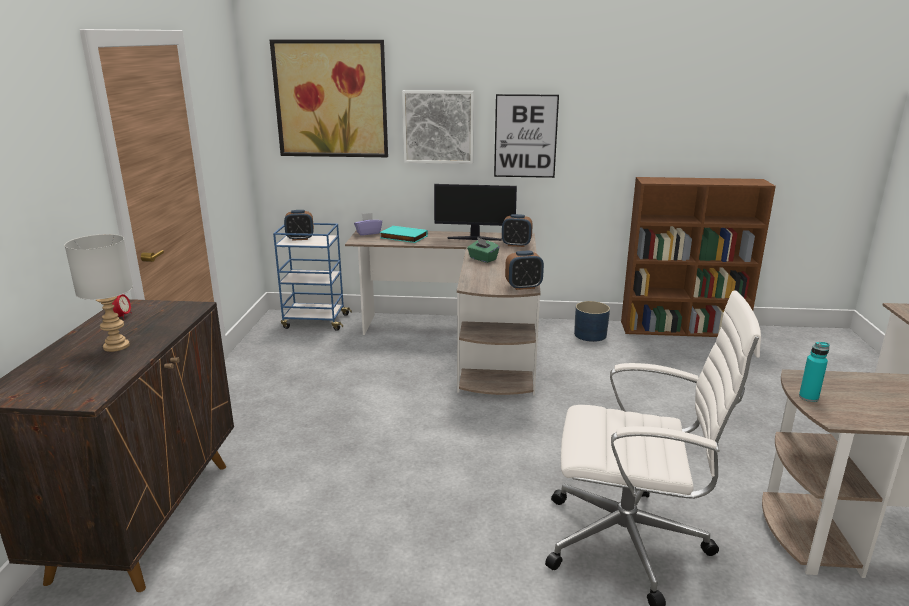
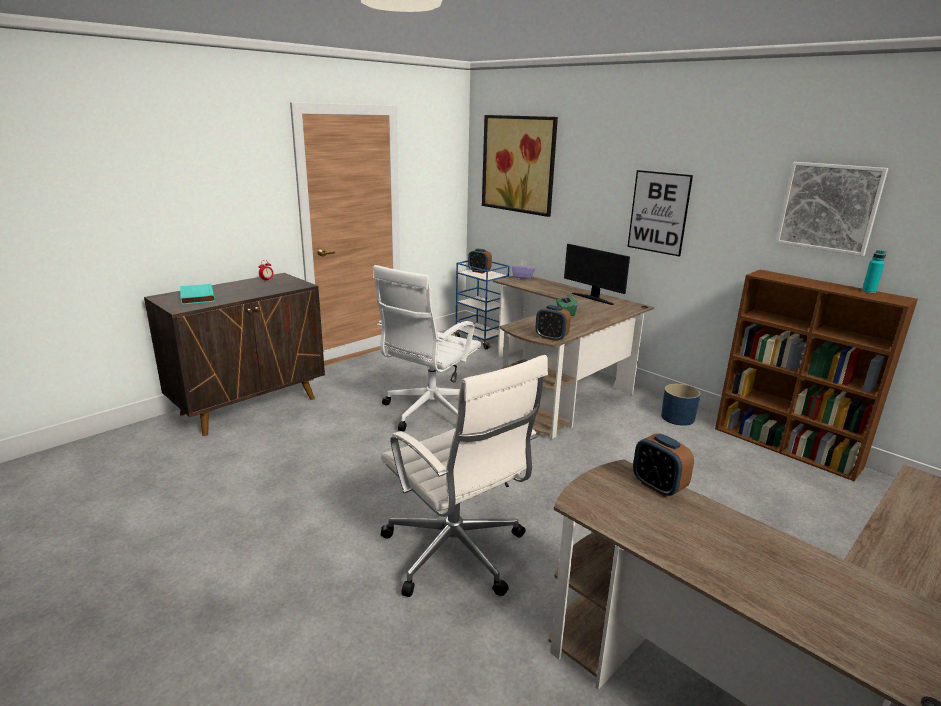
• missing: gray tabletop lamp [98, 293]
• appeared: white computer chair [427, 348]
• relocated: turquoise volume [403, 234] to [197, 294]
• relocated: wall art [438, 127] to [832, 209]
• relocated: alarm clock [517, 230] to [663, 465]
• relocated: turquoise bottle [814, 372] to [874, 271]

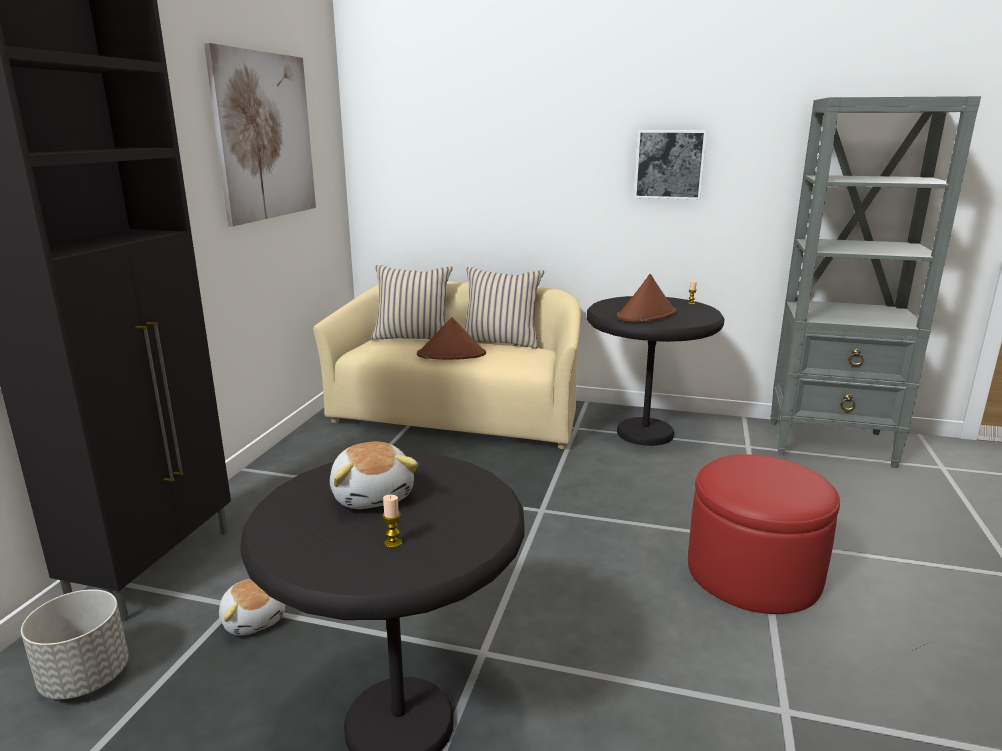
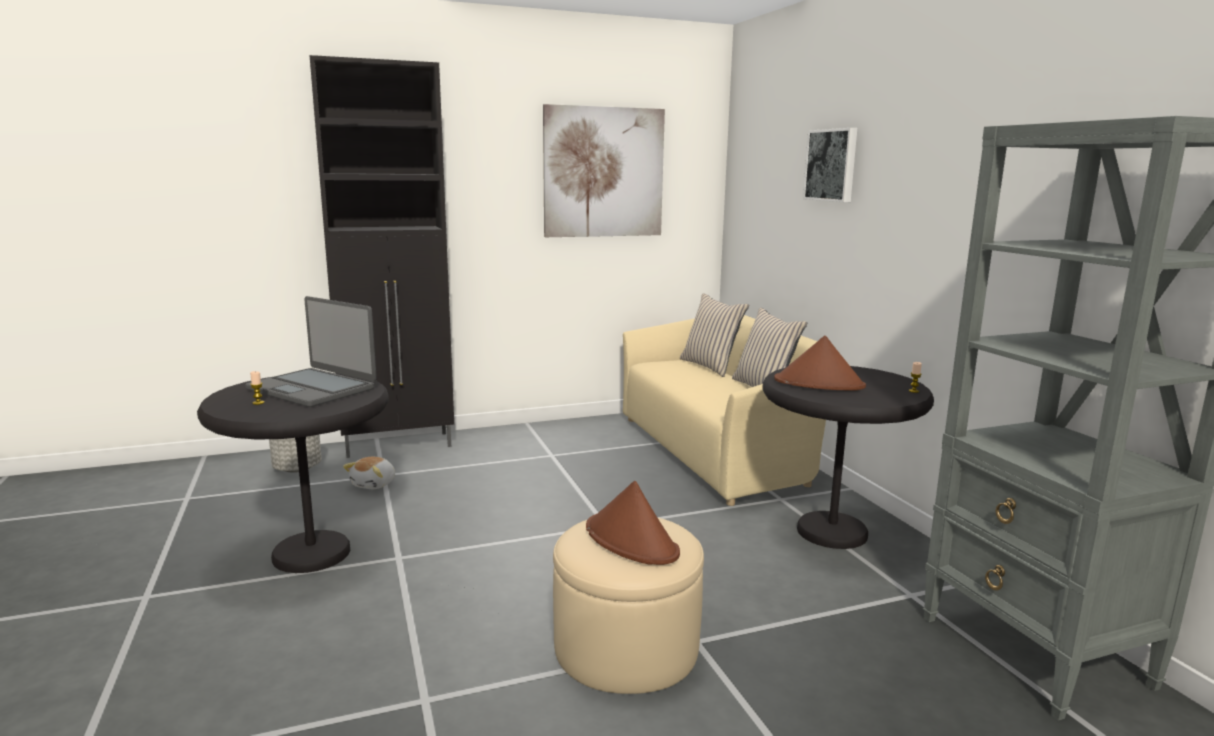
• relocated: brown-coloured wearable hat [451, 338] to [633, 523]
• relocated: wall art [670, 165] to [830, 165]
• exchanged: soft toy [374, 475] to portable computer [311, 351]
• colour: red-coloured footrest [764, 534] to beige-coloured footrest [628, 605]

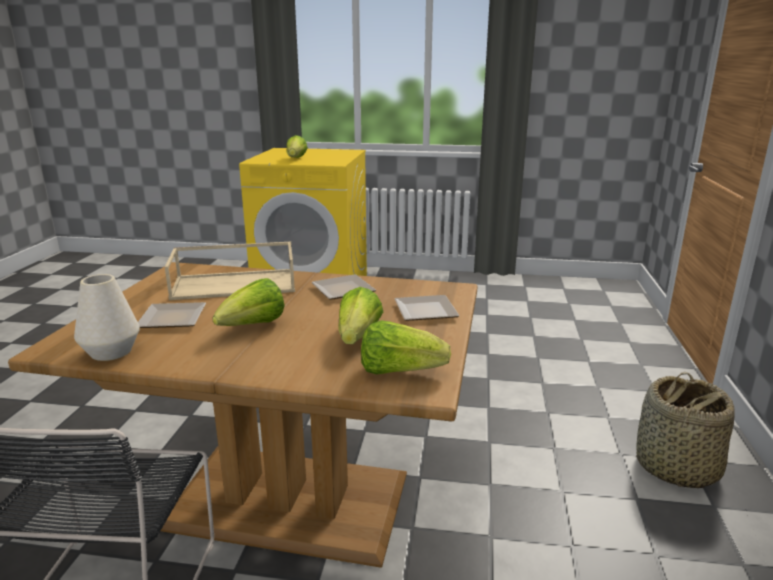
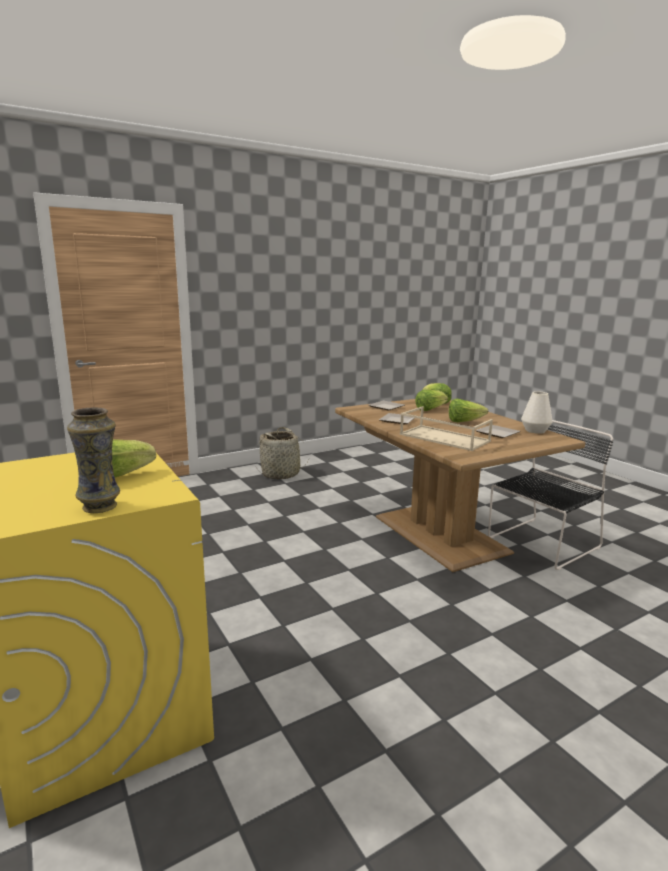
• appeared: flower vase [93, 460]

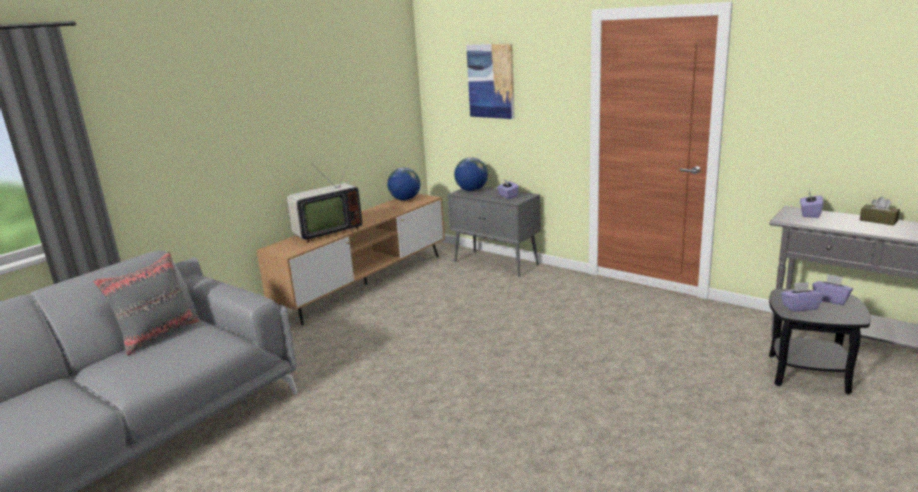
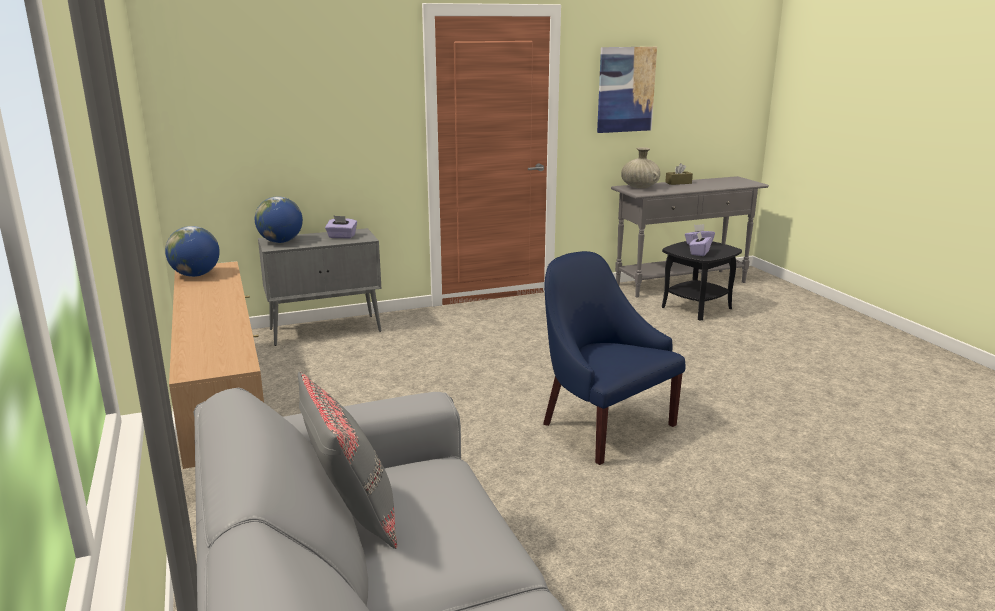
• missing: TV set [324, 198]
• appeared: blue lounge chair [614, 358]
• relocated: wall art [490, 81] to [627, 90]
• exchanged: purple tissue box [811, 204] to beige-coloured flower vase [640, 168]

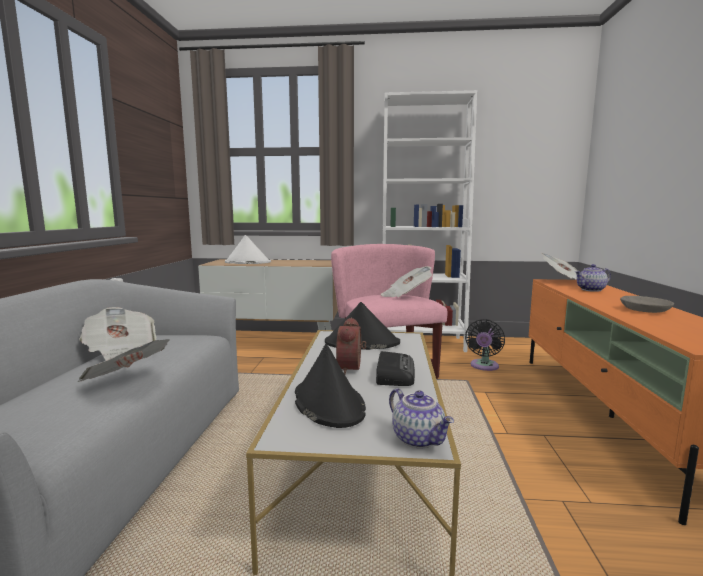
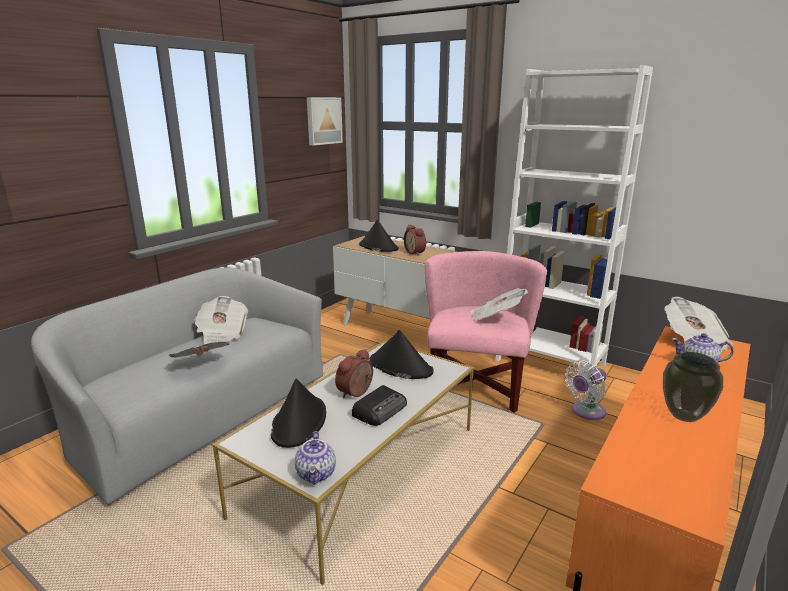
• appeared: wall art [325, 121]
• appeared: alarm clock [415, 240]
• exchanged: gray bowl [647, 304] to flower vase [693, 387]
• colour: white wearable hat [248, 249] to blackish wearable hat [379, 236]
• colour: blackish cooling fan [485, 345] to white cooling fan [585, 390]

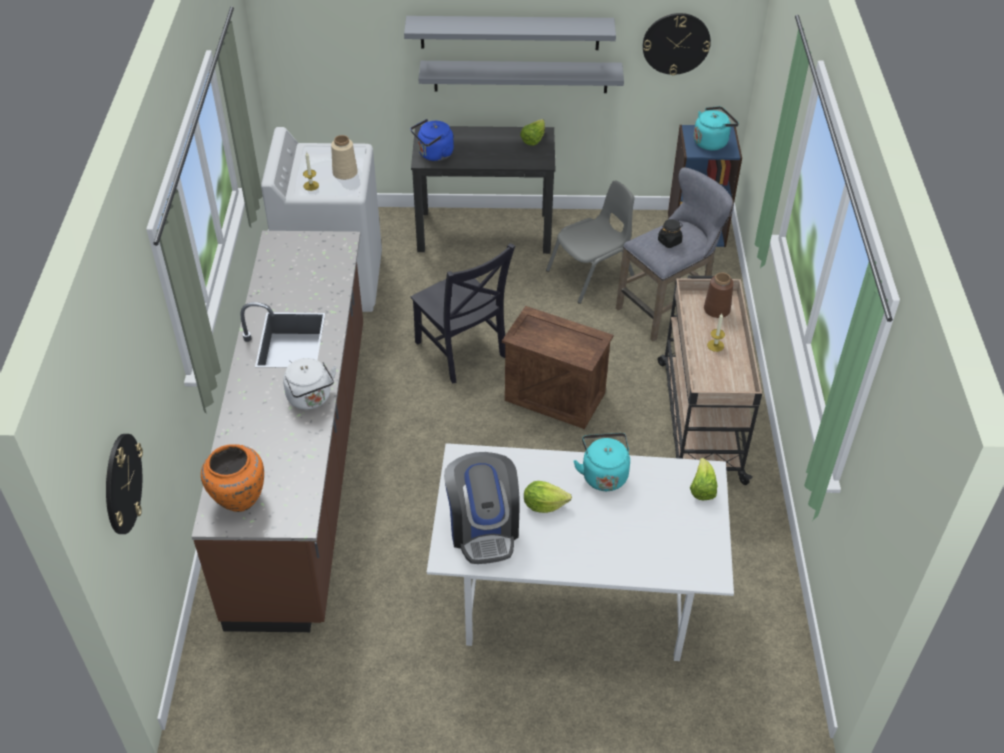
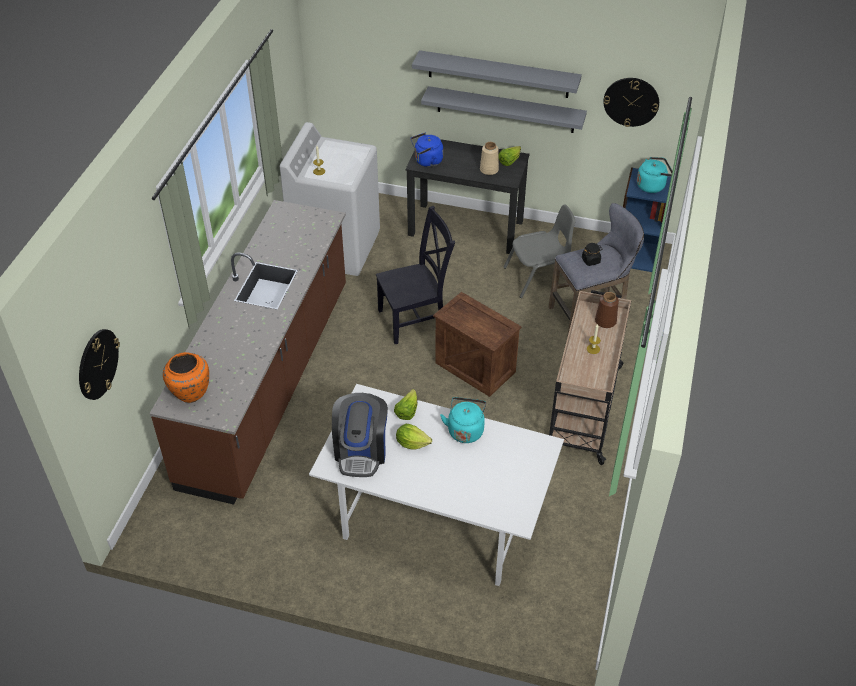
• missing: white water kettle [309, 384]
• relocated: beige-coloured flower vase [344, 157] to [489, 158]
• relocated: lettuce [703, 479] to [405, 404]
• spun: blackish plain chair [463, 313] = [415, 275] 90 degrees counterclockwise

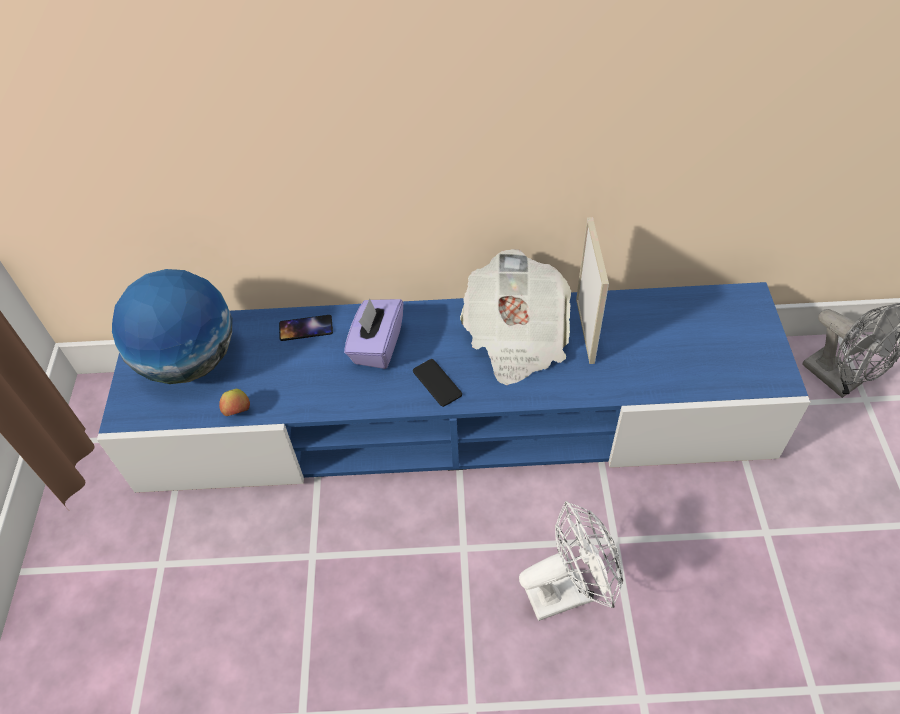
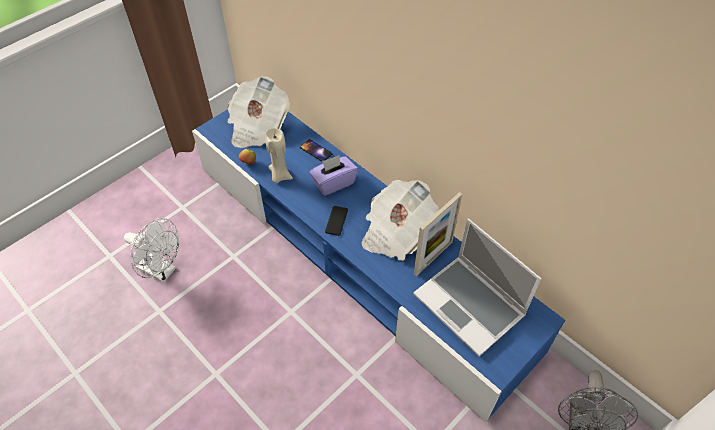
• appeared: beige-coloured wax candle [279, 155]
• appeared: portable computer [477, 287]
• relocated: white cooling fan [571, 561] to [151, 250]
• exchanged: desk globe [172, 326] to printed paper [258, 112]

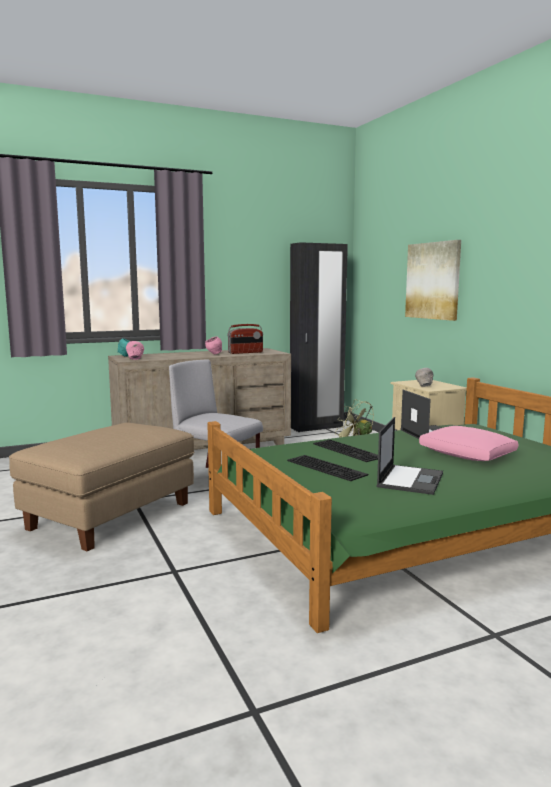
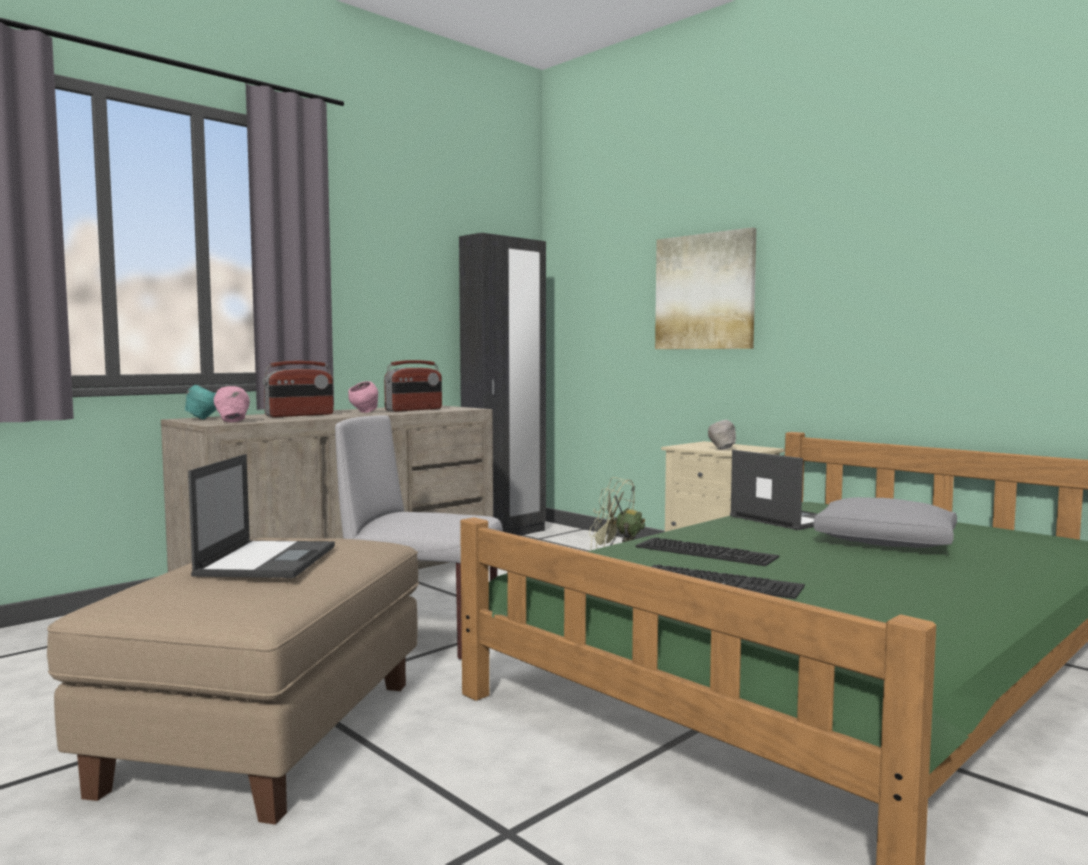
• appeared: radio receiver [298, 389]
• relocated: portable computer [410, 456] to [261, 516]
• colour: pinkish cushion [468, 443] to gray cushion [885, 522]

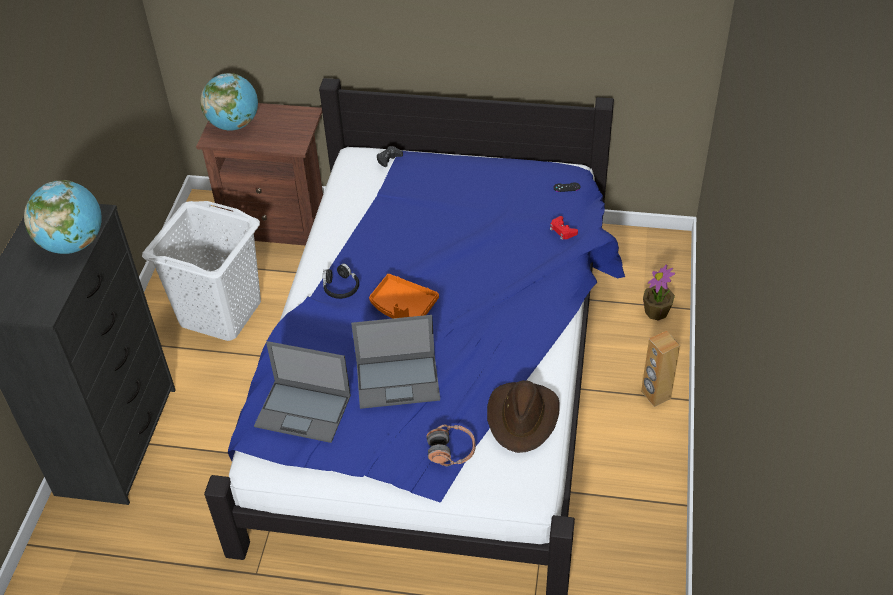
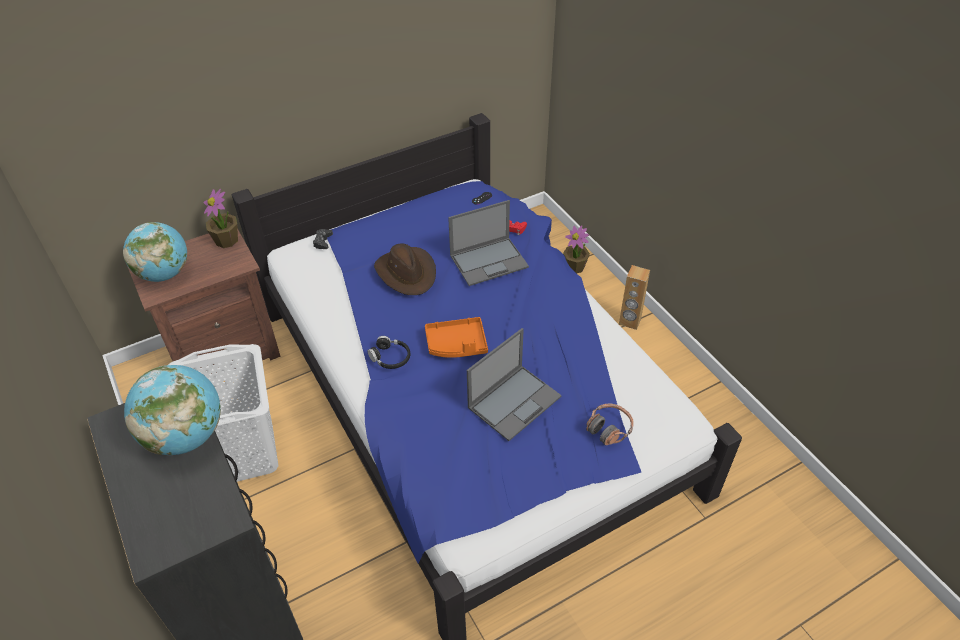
• appeared: plant in a pot [221, 218]
• relocated: portable computer [302, 392] to [488, 243]
• relocated: brown-coloured wearable hat [523, 416] to [405, 269]

